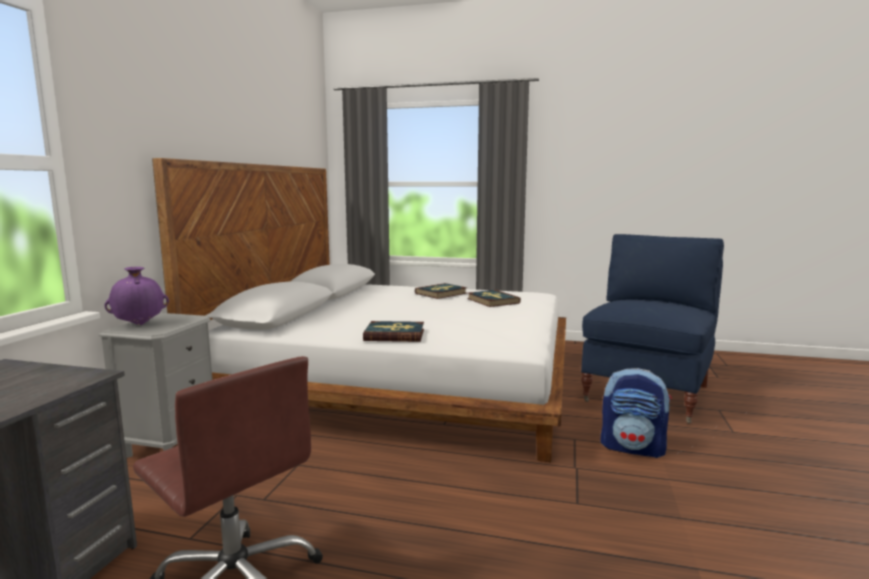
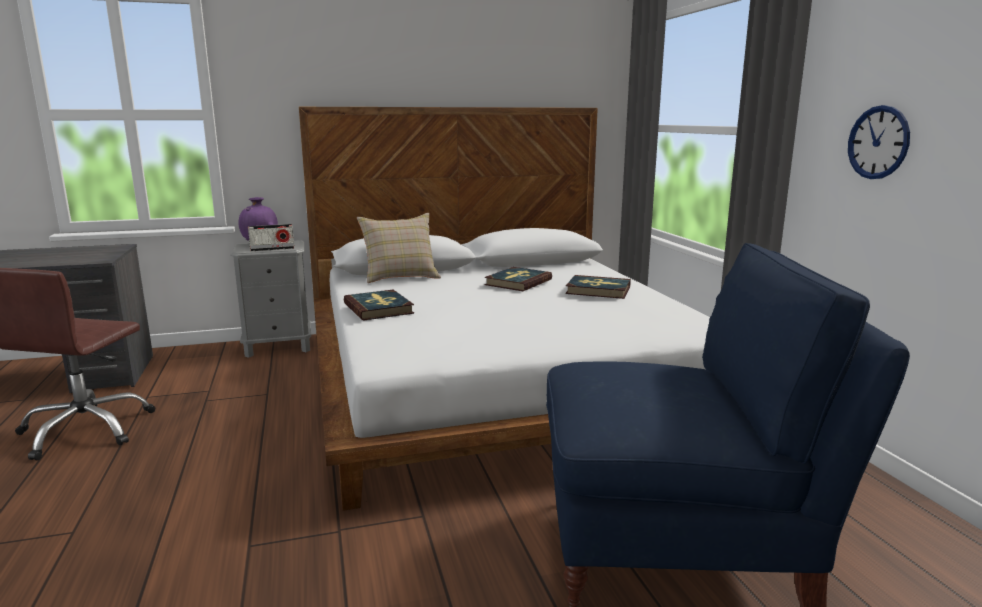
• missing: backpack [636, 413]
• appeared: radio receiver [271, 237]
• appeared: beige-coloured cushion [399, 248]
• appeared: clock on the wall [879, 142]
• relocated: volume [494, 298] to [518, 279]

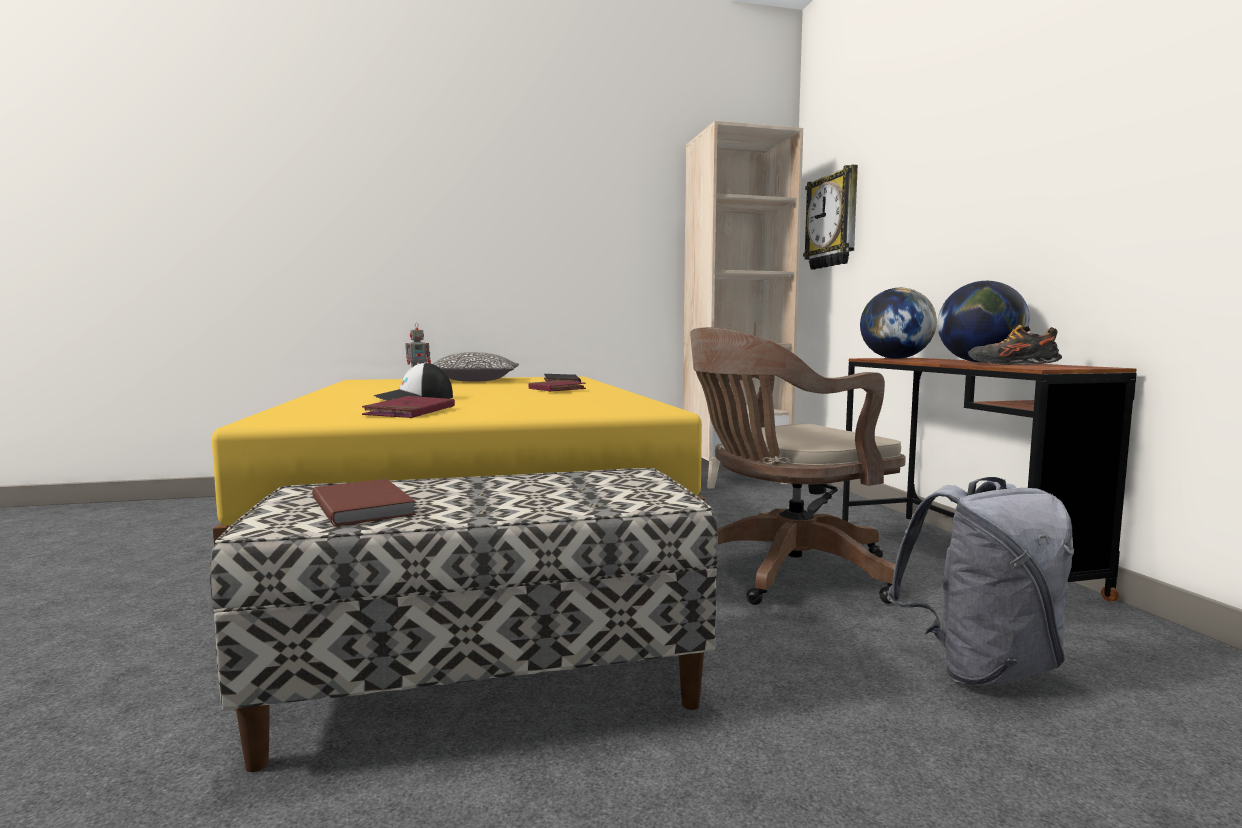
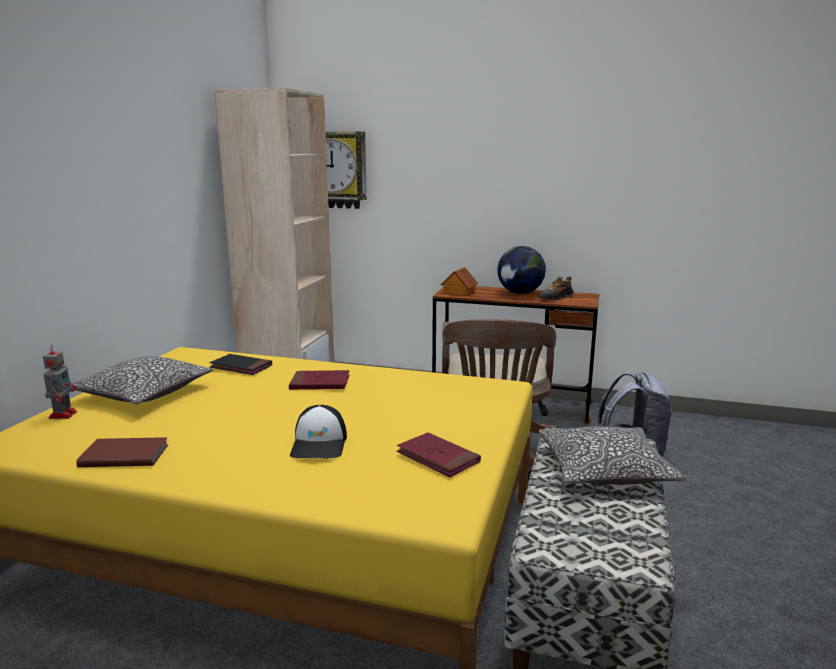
• appeared: cushion [612, 455]
• relocated: brown-coloured volume [364, 502] to [122, 452]
• exchanged: desk globe [898, 323] to toy house [459, 281]

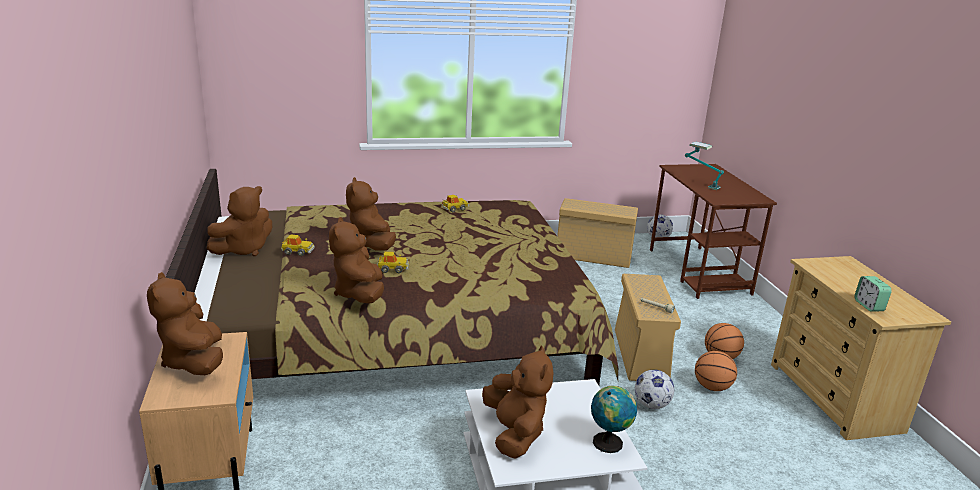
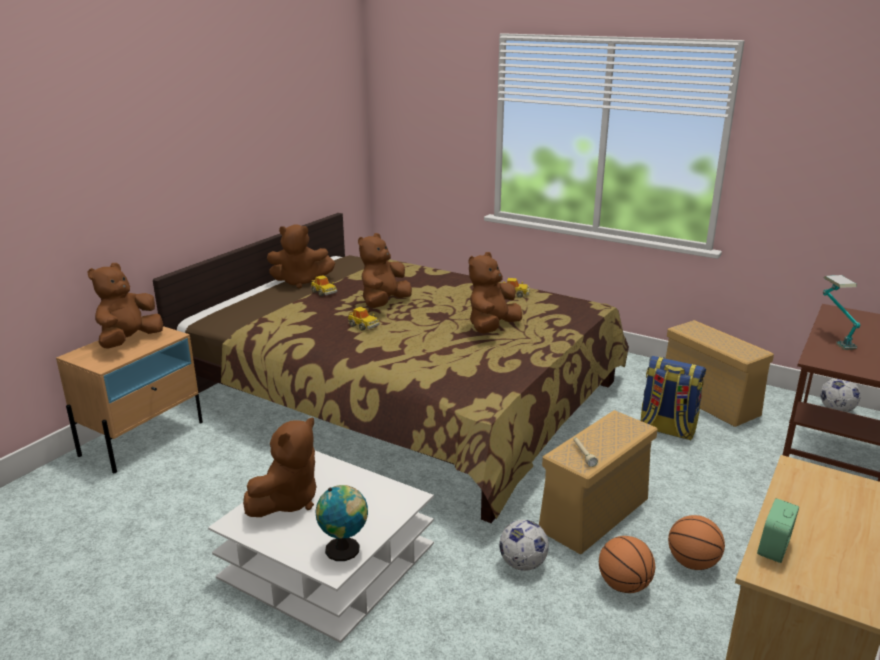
• appeared: backpack [673, 398]
• relocated: brown-coloured soft toy [356, 260] to [495, 293]

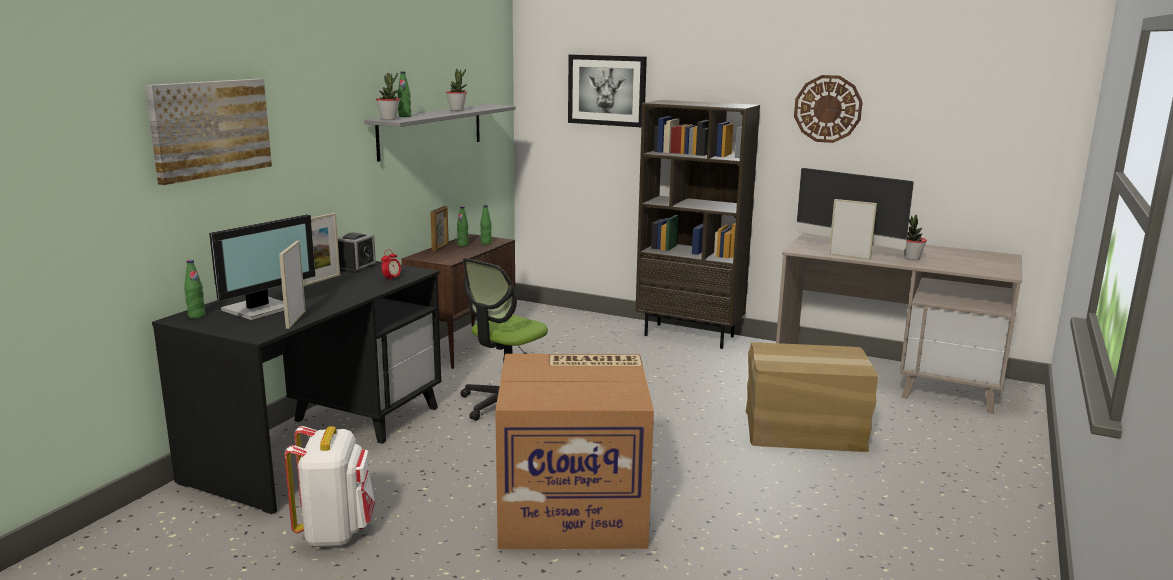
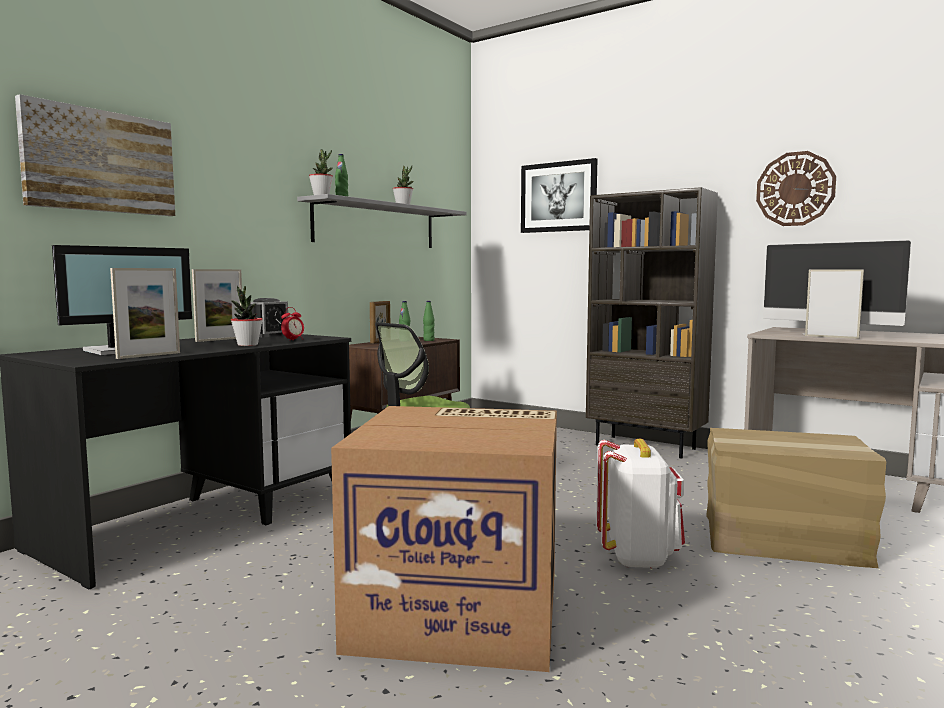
• missing: green bottle [195, 289]
• relocated: white backpack [329, 486] to [640, 504]
• relocated: plant in a pot [915, 237] to [247, 316]
• spun: standing frame [292, 285] = [145, 313] 150 degrees counterclockwise

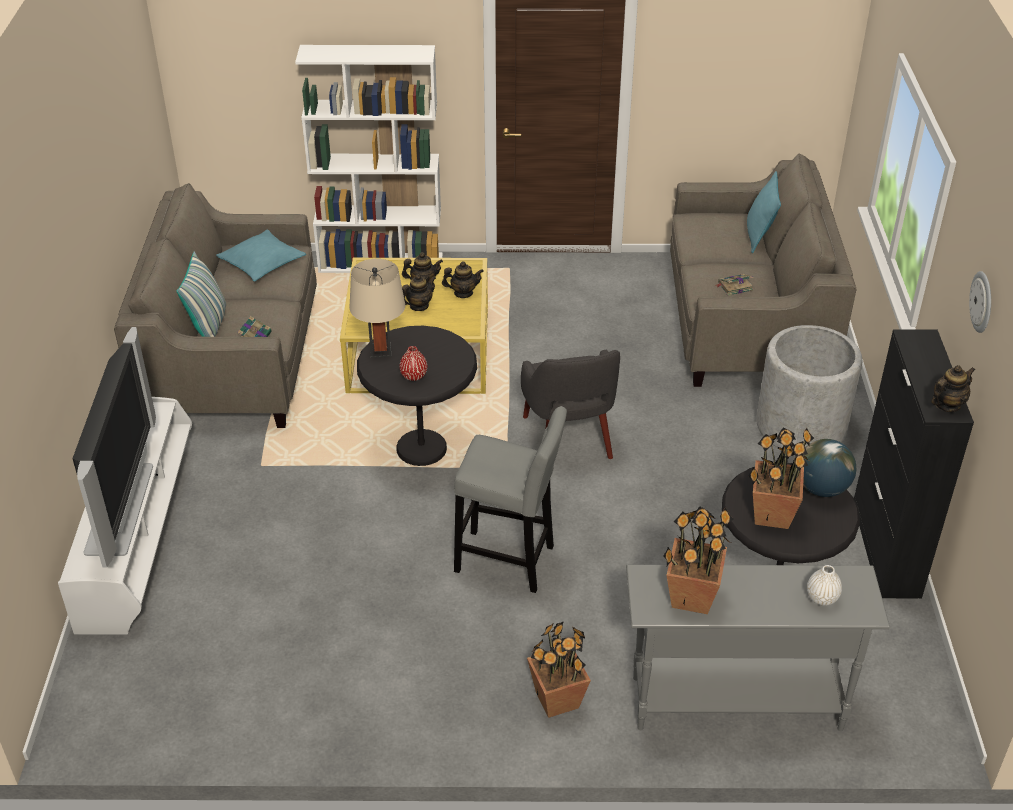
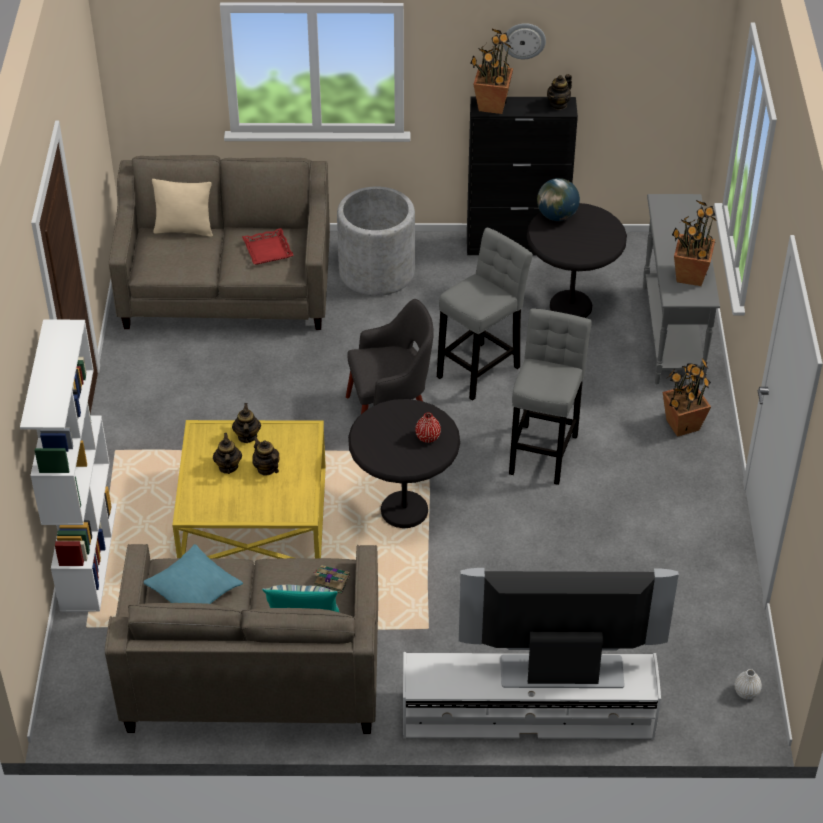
• missing: beige-coloured tabletop lamp [377, 308]
• appeared: gray sitting stool [485, 314]
• relocated: plant in a pot [781, 478] to [492, 71]
• relocated: white flower vase [824, 585] to [748, 684]
• exchanged: volume [735, 285] to red-coloured serving tray [268, 246]
• colour: turquoise cushion [764, 212] to beige-coloured cushion [182, 208]
• spun: pot for tea [953, 388] = [559, 92] 105 degrees counterclockwise

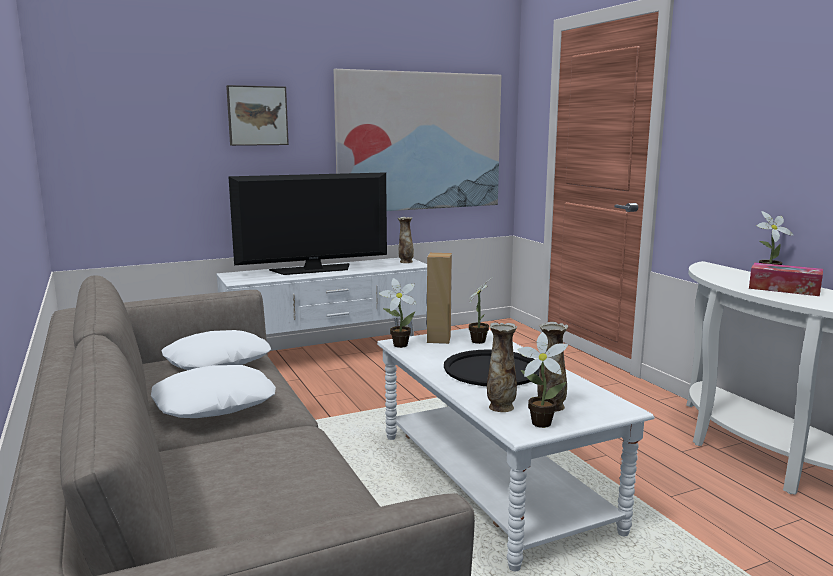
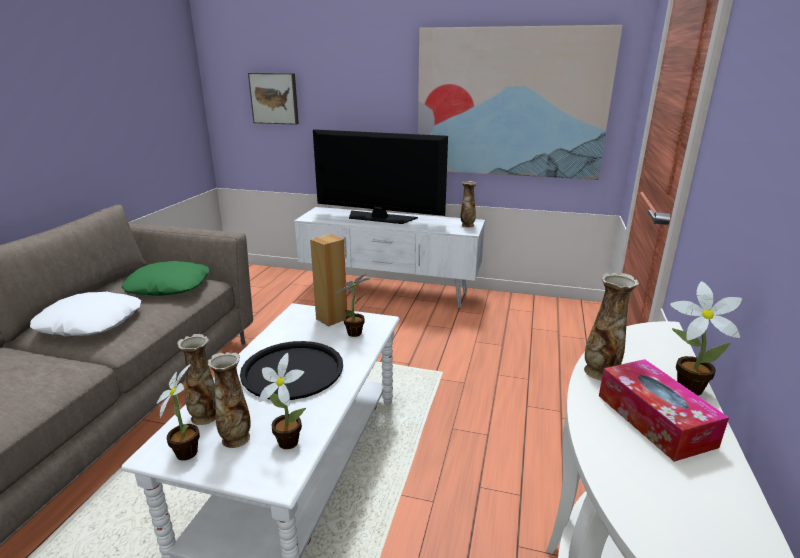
• appeared: flower vase [611, 327]
• relocated: wall art [257, 115] to [273, 99]
• relocated: plant in a pot [398, 313] to [282, 401]
• colour: white cushion [216, 350] to green cushion [165, 278]

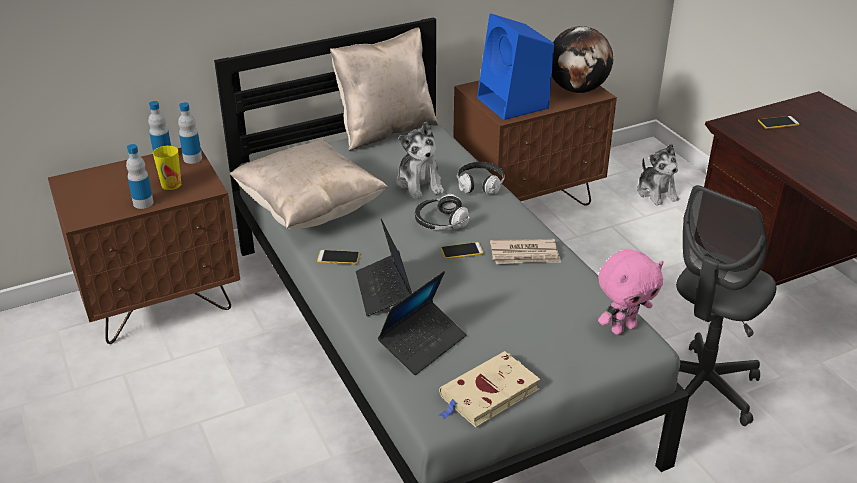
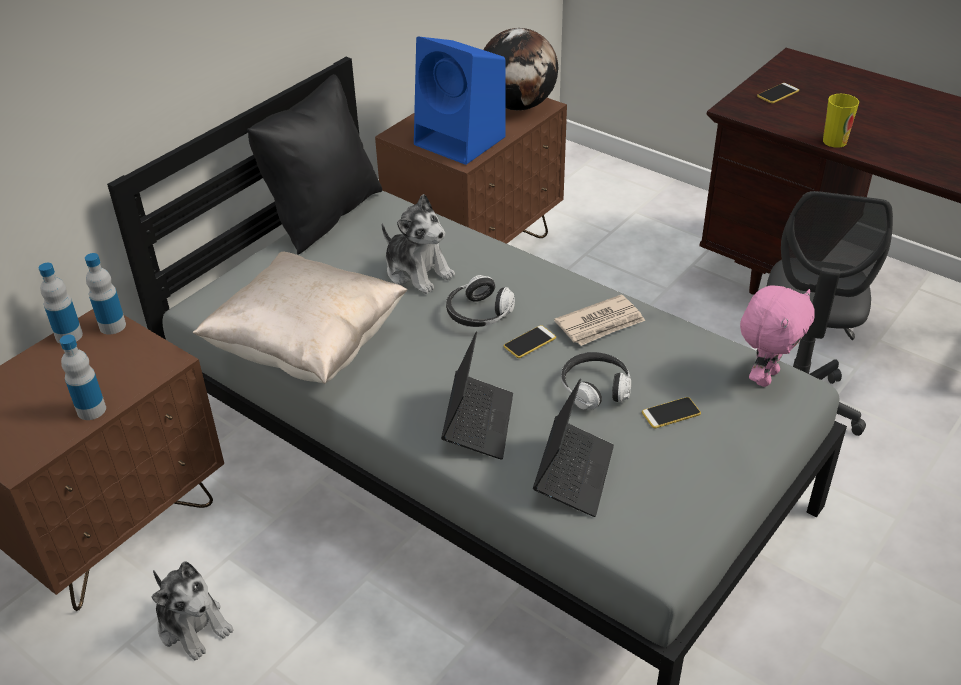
• missing: beige-coloured volume [489, 389]
• relocated: cup [167, 168] to [841, 121]
• relocated: telephone [338, 257] to [671, 412]
• relocated: headphones [481, 178] to [596, 381]
• relocated: soft toy [658, 175] to [192, 610]
• colour: beige-coloured cushion [384, 89] to blackish cushion [314, 164]
• spun: portable computer [384, 267] = [477, 395] 135 degrees counterclockwise

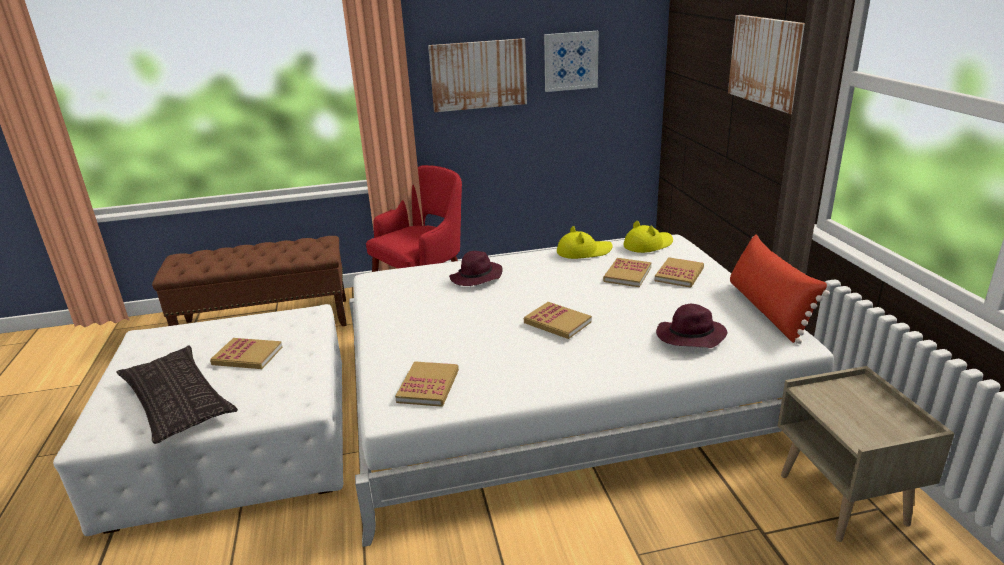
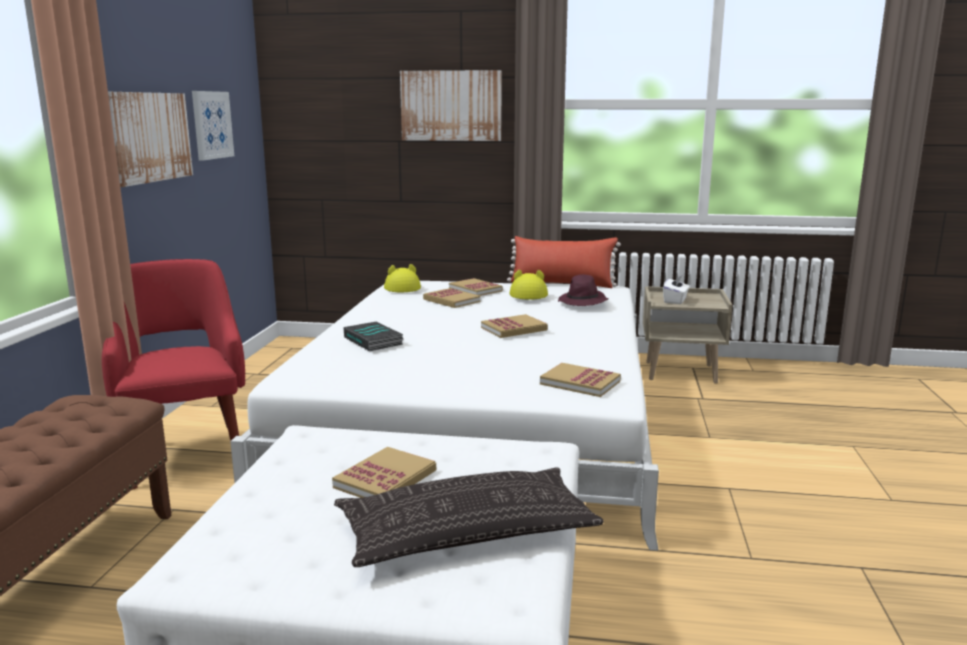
• appeared: white tissue box [676, 289]
• relocated: yellow wearable hat [585, 242] to [529, 284]
• exchanged: purple wearable hat [476, 268] to volume [373, 336]

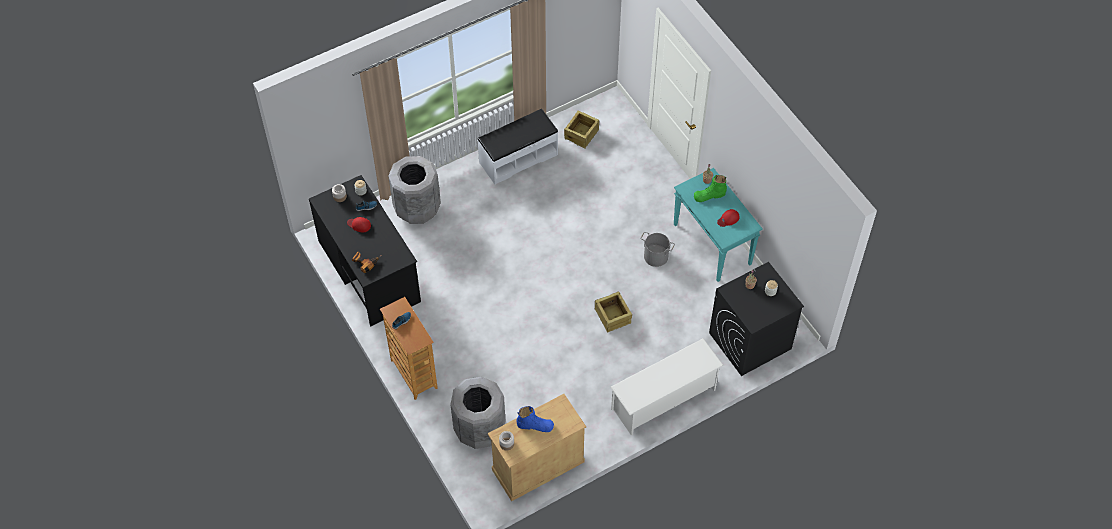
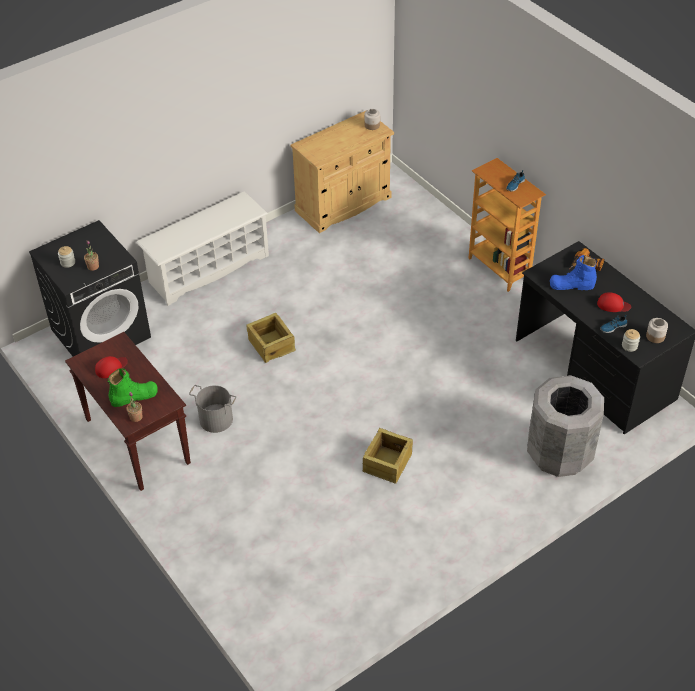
• missing: gray trash can [478, 413]
• missing: white long seat [517, 146]
• relocated: blue boot [535, 419] to [574, 272]
• relocated: shipping crate [581, 129] to [388, 456]
• colour: turquoise narrow table [718, 225] to brown-coloured narrow table [128, 411]

